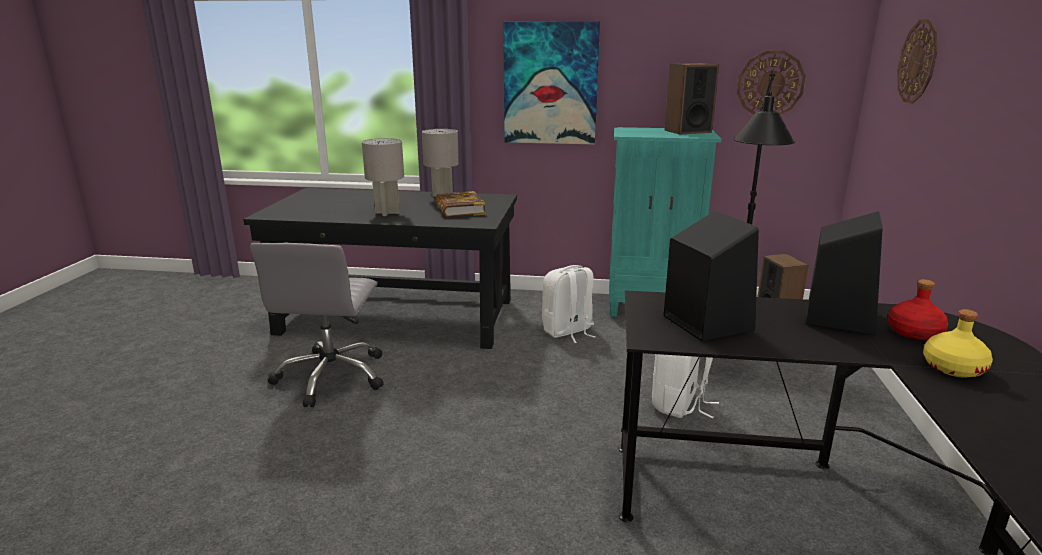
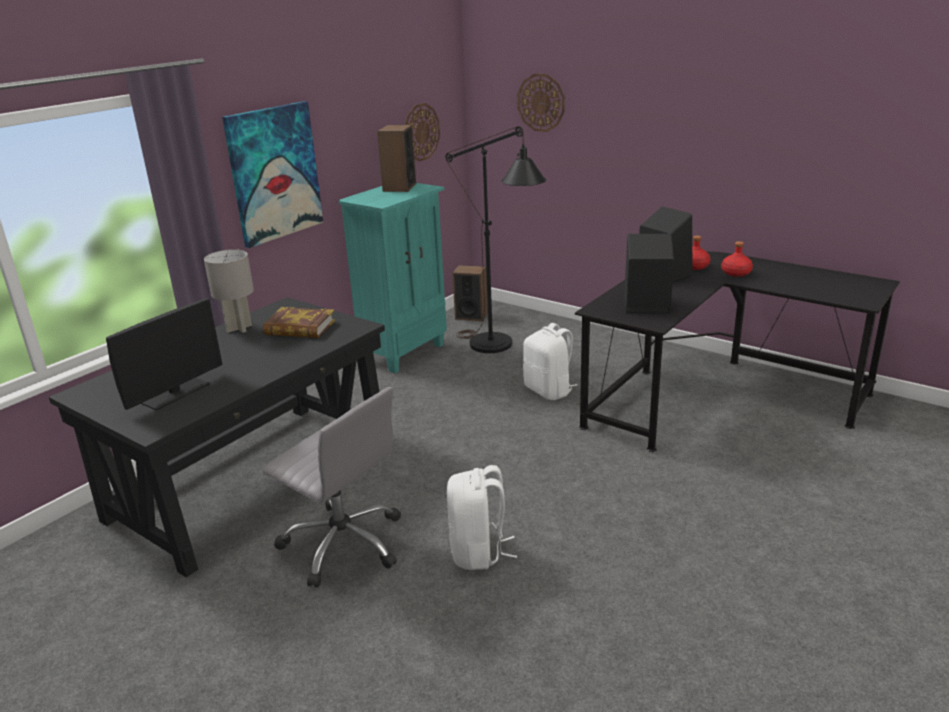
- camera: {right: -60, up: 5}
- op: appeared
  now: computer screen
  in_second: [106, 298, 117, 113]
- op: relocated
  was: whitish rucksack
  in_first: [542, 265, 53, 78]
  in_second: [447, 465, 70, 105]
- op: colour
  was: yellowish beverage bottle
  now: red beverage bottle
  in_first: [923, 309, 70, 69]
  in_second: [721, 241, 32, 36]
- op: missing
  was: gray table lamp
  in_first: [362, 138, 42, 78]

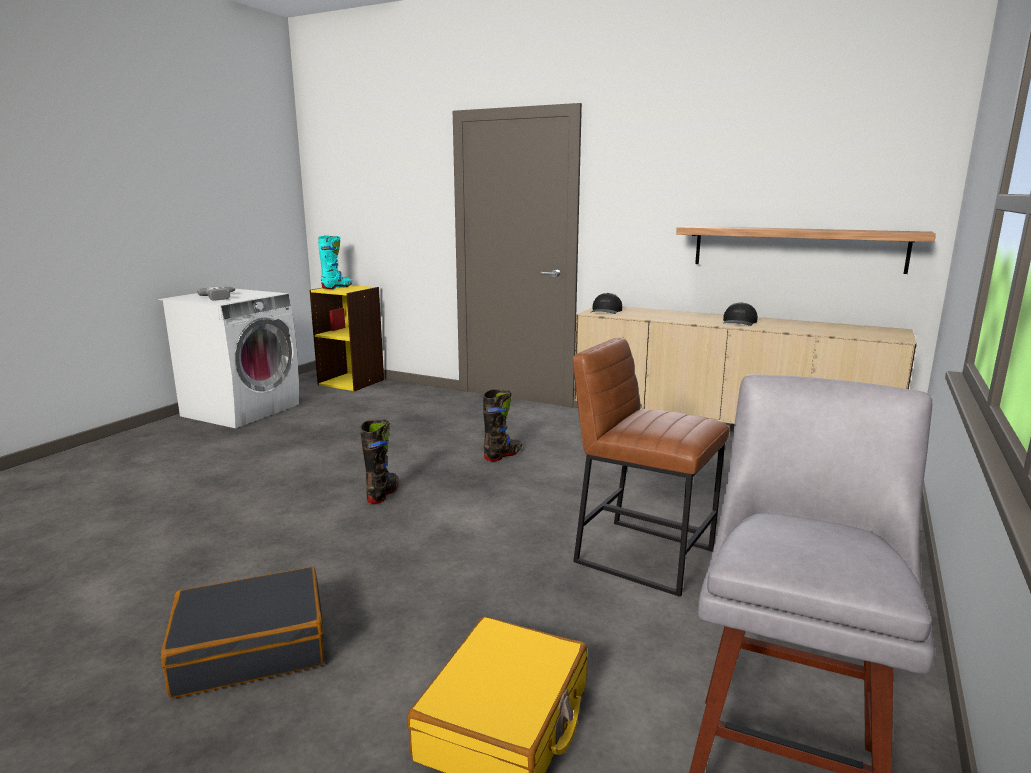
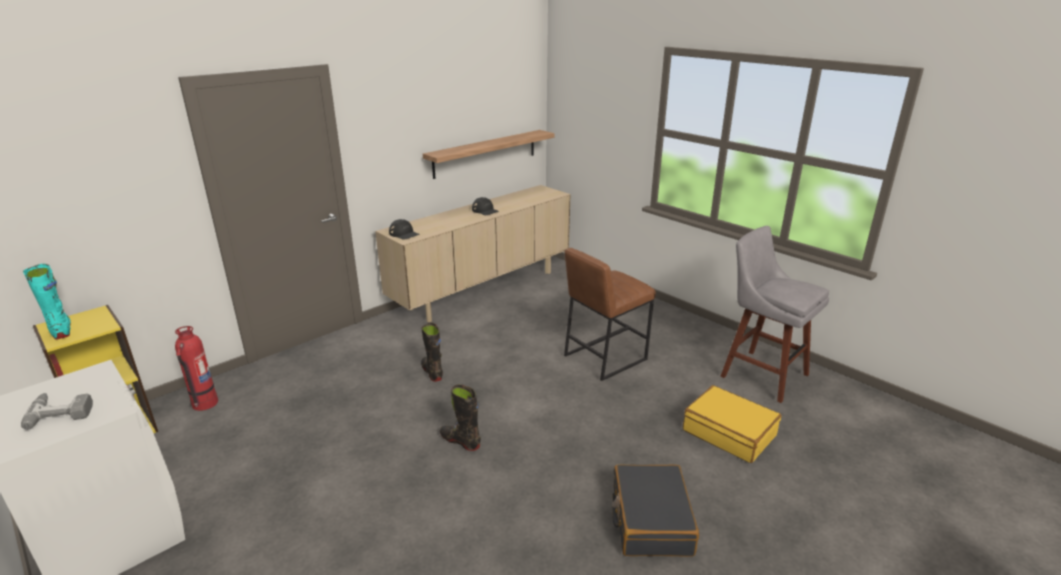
- camera: {right: -70, up: 10}
- op: appeared
  now: fire-fighting cylinder
  in_second: [175, 326, 43, 85]

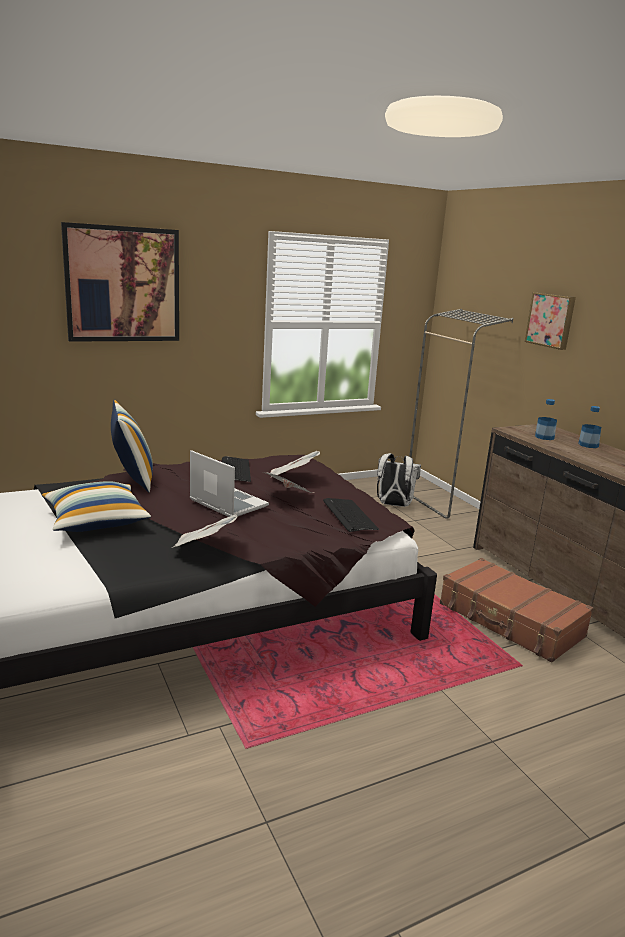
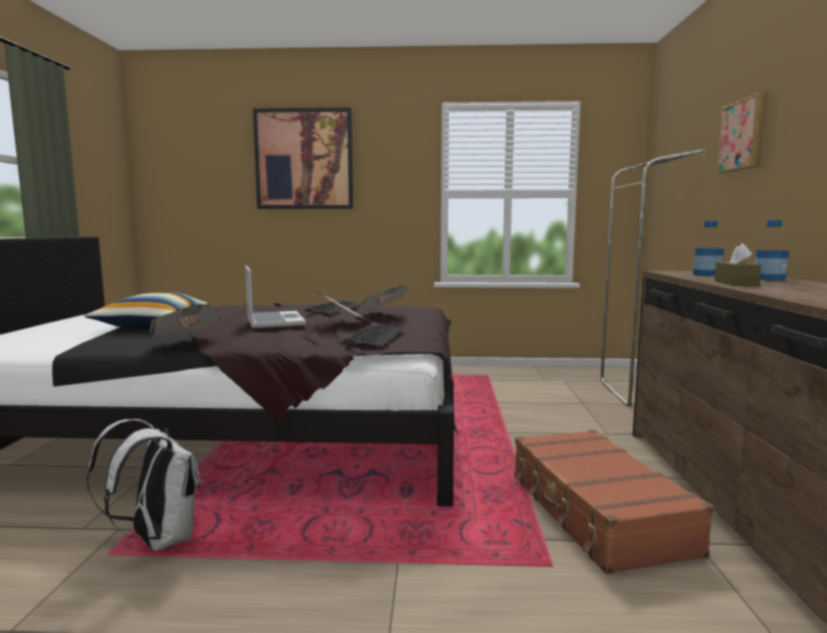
- camera: {right: 30, up: -10}
- op: relocated
  was: whitish rucksack
  in_first: [377, 453, 44, 54]
  in_second: [87, 419, 114, 132]
- op: appeared
  now: brown tissue box
  in_second: [715, 243, 47, 43]
- op: missing
  was: pillow
  in_first: [111, 400, 42, 92]

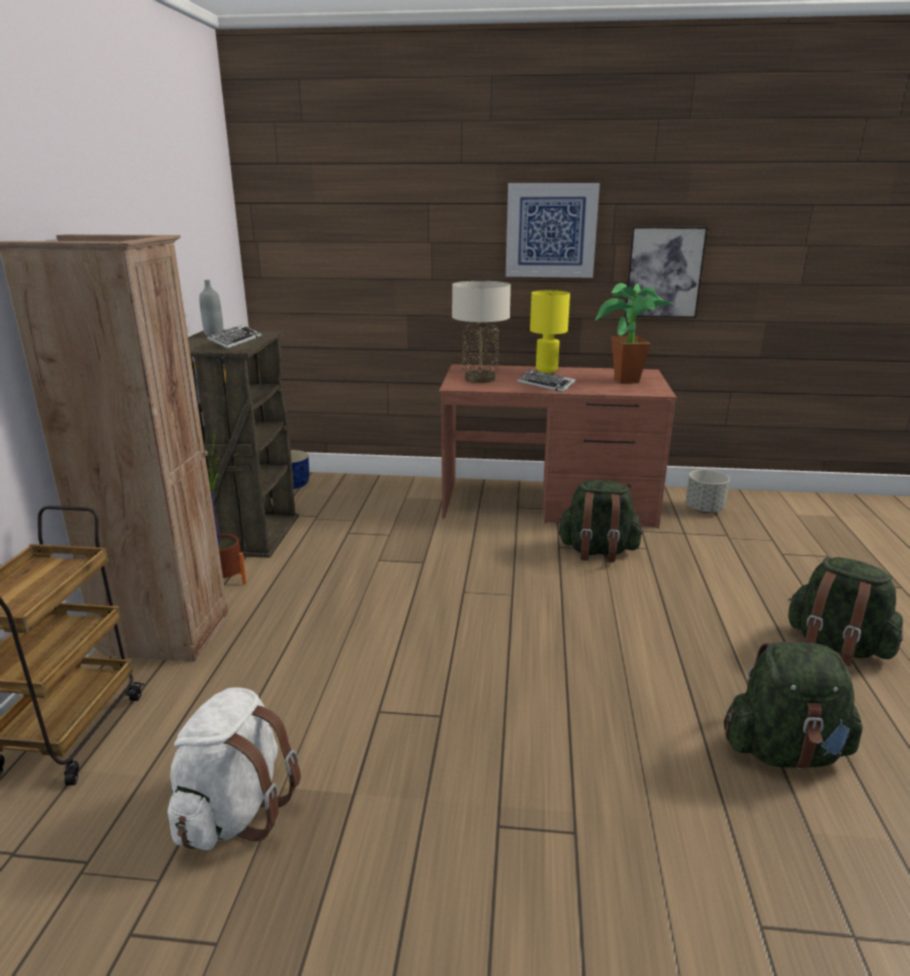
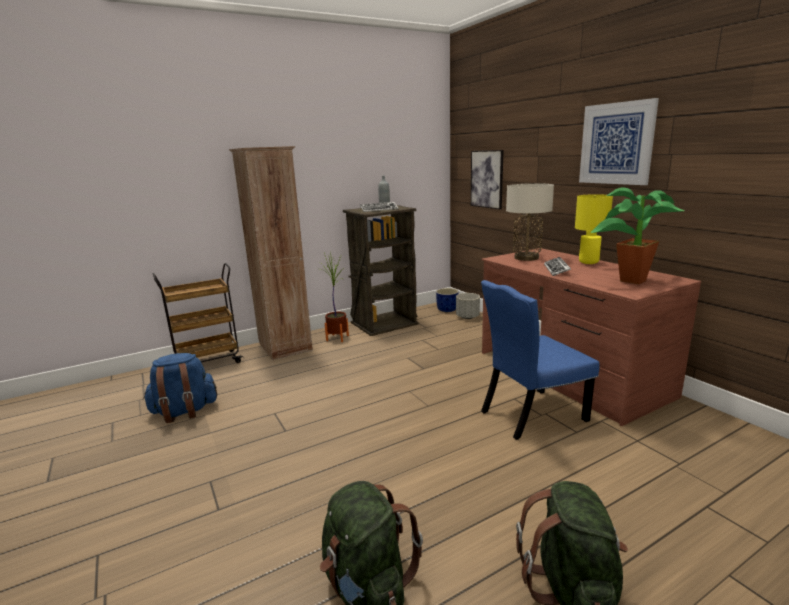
- camera: {right: 55, up: -5}
- op: colour
  was: whitish rucksack
  now: bluish rucksack
  in_first: [168, 687, 133, 163]
  in_second: [143, 353, 74, 70]
- op: relocated
  was: gray flower pot
  in_first: [686, 470, 44, 43]
  in_second: [456, 293, 24, 26]
- op: relocated
  was: picture
  in_first: [624, 226, 84, 92]
  in_second: [471, 150, 33, 59]
- op: exchanged
  was: greenish rucksack
  now: bluish upright chair
  in_first: [557, 480, 85, 82]
  in_second: [481, 280, 119, 160]

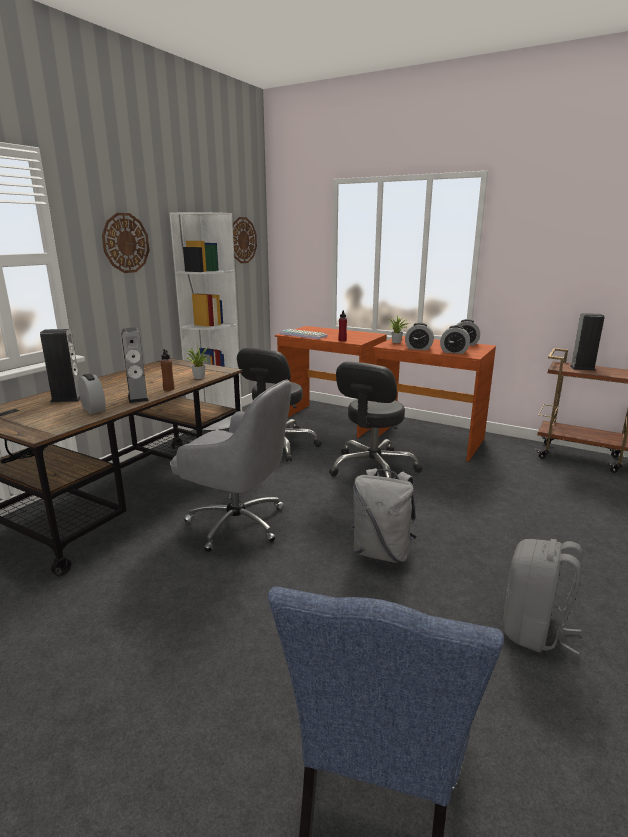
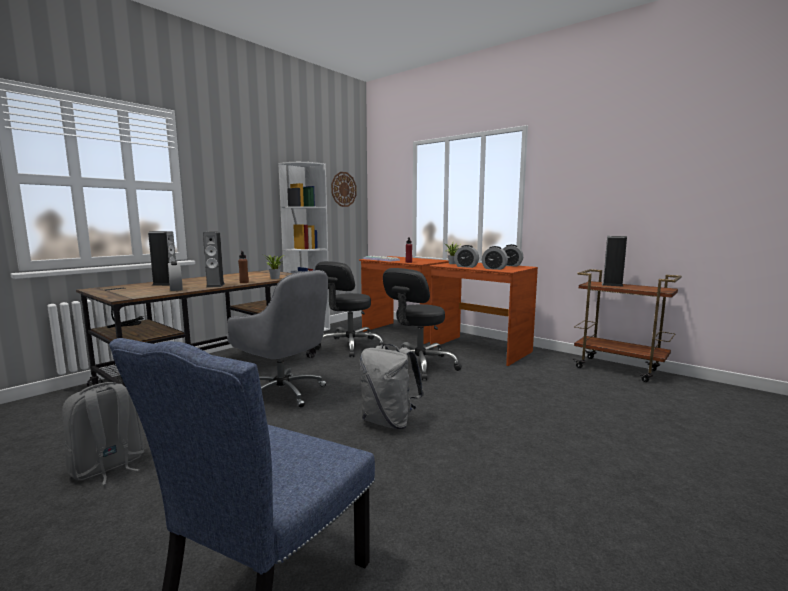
- camera: {right: 10, up: -10}
- op: relocated
  was: gray rucksack
  in_first: [503, 539, 80, 116]
  in_second: [62, 382, 82, 103]
- op: missing
  was: hanging clock
  in_first: [102, 213, 47, 60]

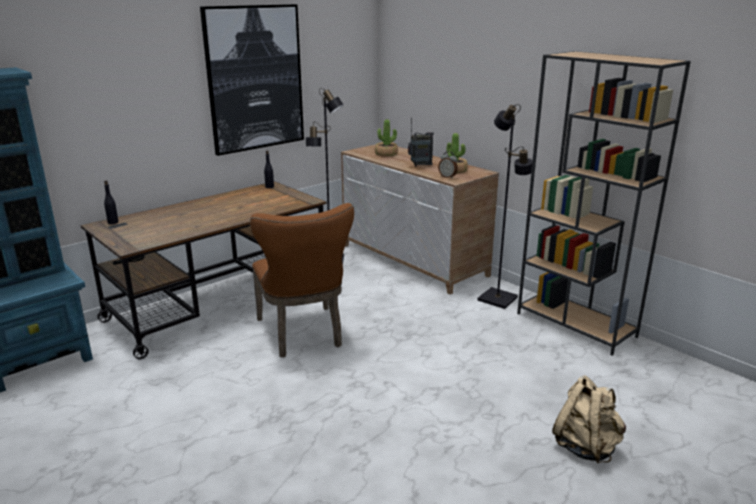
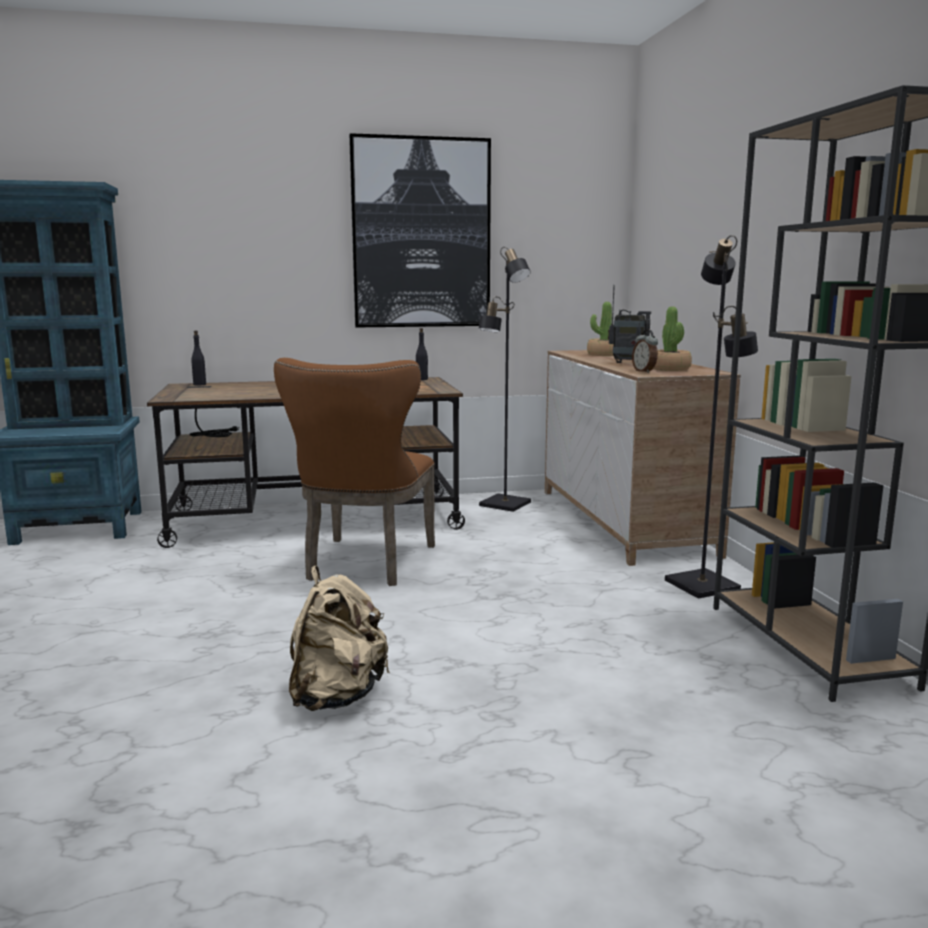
- camera: {right: 30, up: -10}
- op: relocated
  was: sand-coloured rucksack
  in_first: [552, 376, 74, 87]
  in_second: [289, 566, 101, 145]

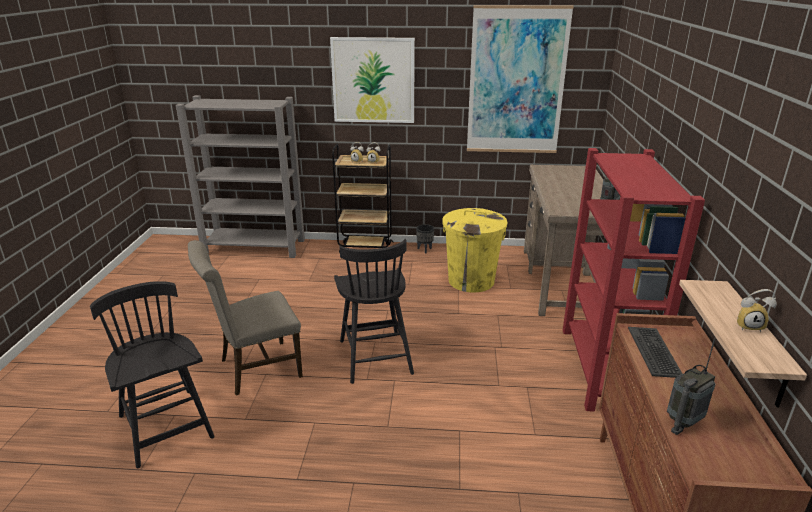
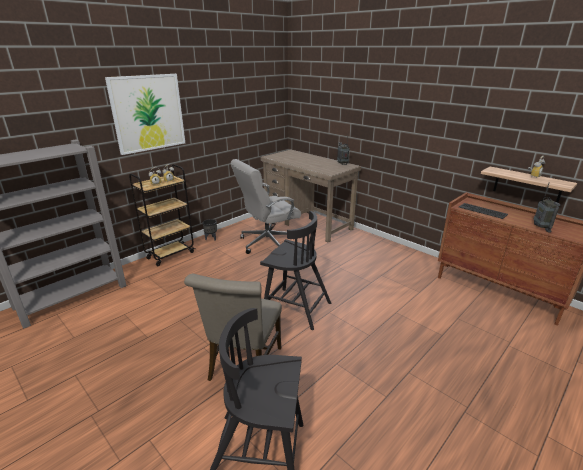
- camera: {right: -50, up: 0}
- op: exchanged
  was: yellowish waste bin
  now: gray office chair
  in_first: [442, 208, 65, 84]
  in_second: [231, 159, 70, 95]
- op: missing
  was: picture
  in_first: [467, 5, 107, 148]
- op: missing
  was: red shelving unit
  in_first: [563, 148, 142, 264]

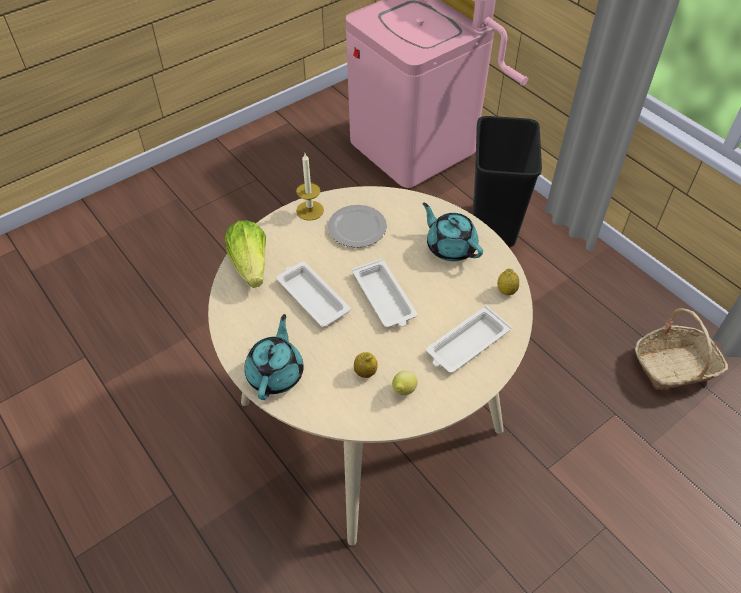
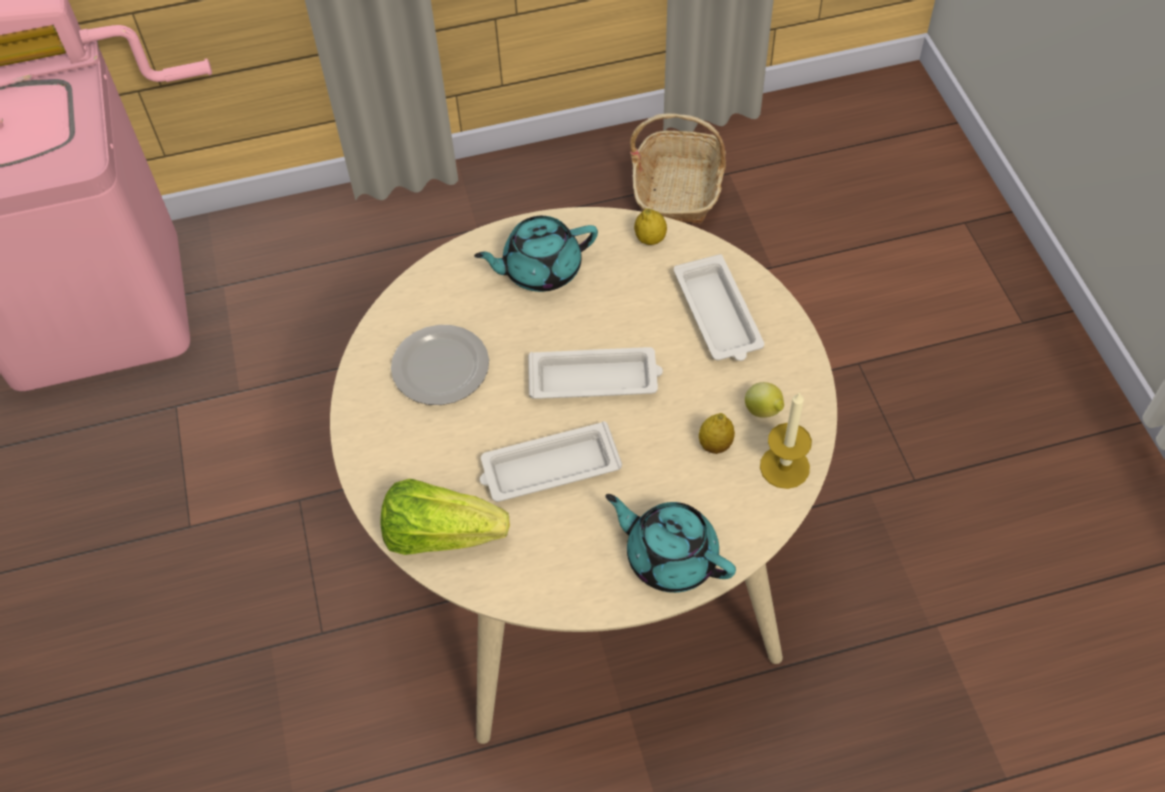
- camera: {right: -65, up: 5}
- op: relocated
  was: wax light
  in_first: [296, 154, 28, 67]
  in_second: [760, 391, 52, 98]
- op: missing
  was: black waste bin
  in_first: [473, 116, 69, 131]

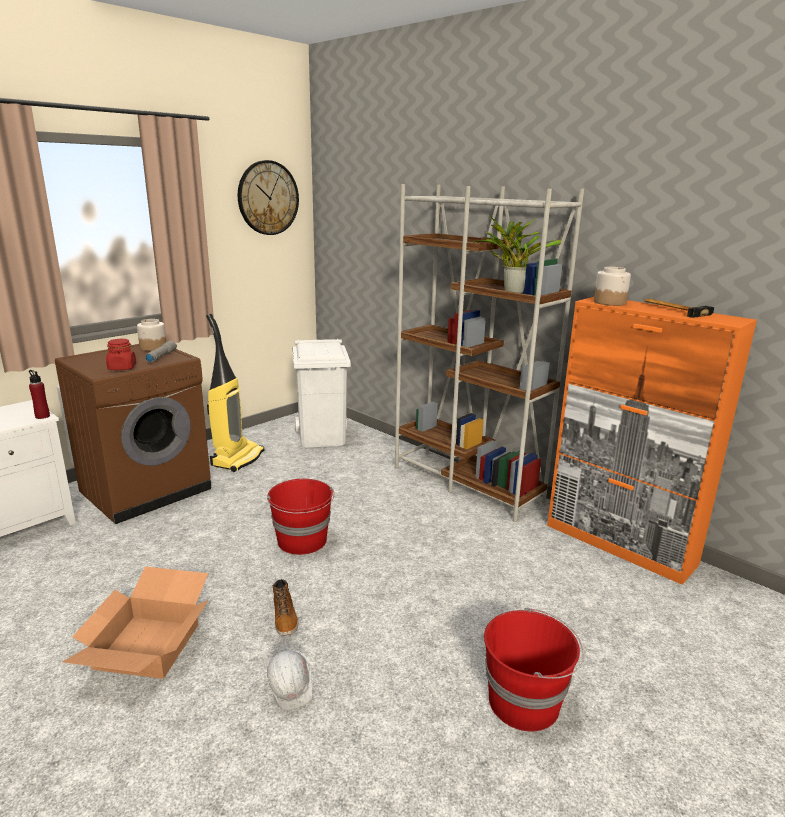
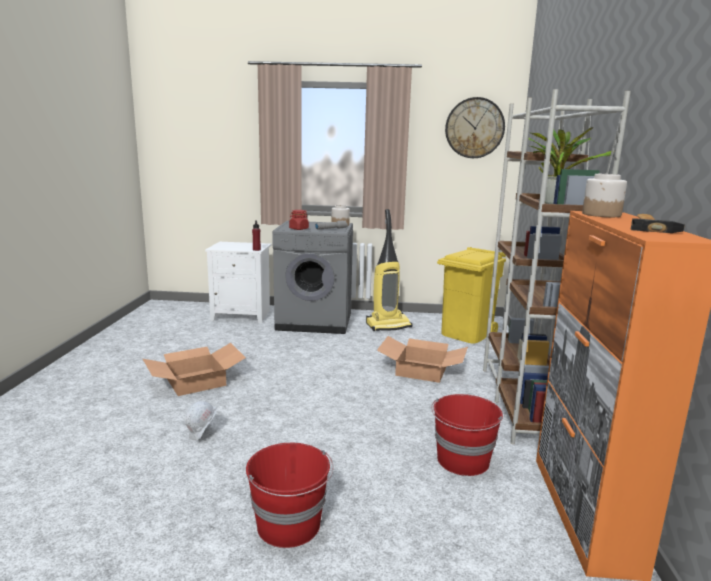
- camera: {right: 50, up: -5}
- op: colour
  was: brown laundry machine
  now: gray laundry machine
  in_first: [55, 344, 157, 180]
  in_second: [272, 221, 81, 113]
- op: appeared
  now: carton
  in_second: [377, 336, 91, 47]
- op: relocated
  was: red pail
  in_first: [267, 479, 68, 76]
  in_second: [431, 394, 72, 82]
- op: colour
  was: whitish waste bin
  now: yellowish waste bin
  in_first: [292, 339, 59, 108]
  in_second: [437, 247, 69, 96]
- op: missing
  was: high-top boot
  in_first: [273, 579, 25, 56]

